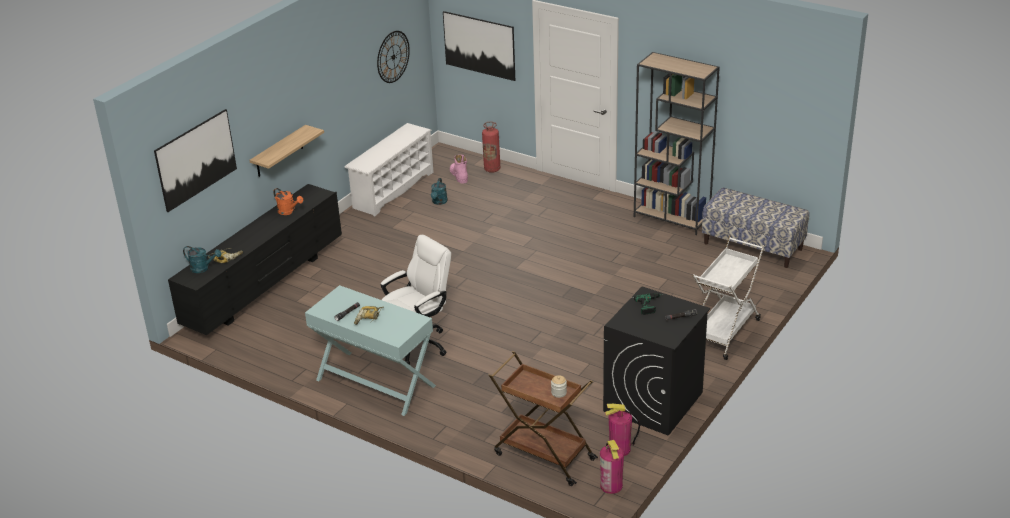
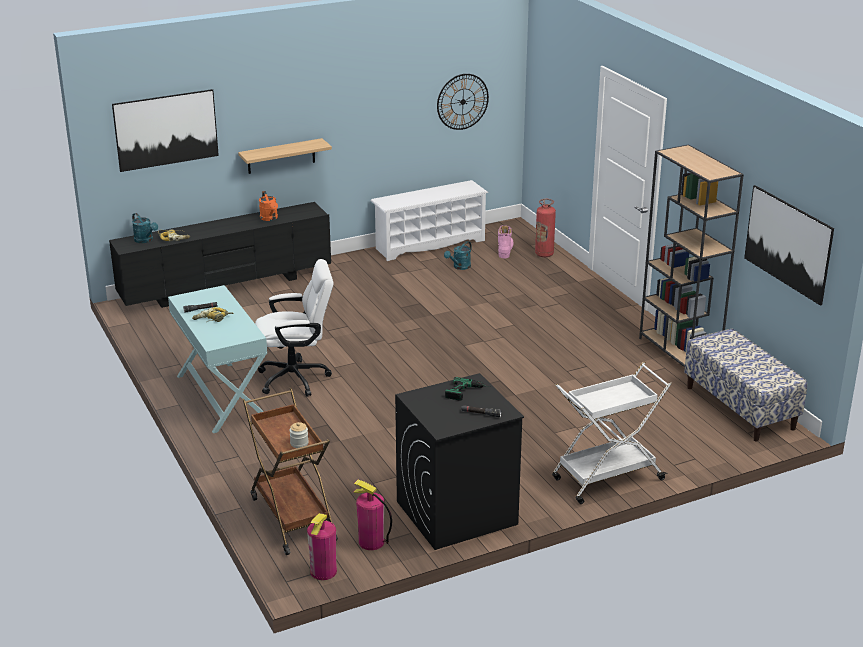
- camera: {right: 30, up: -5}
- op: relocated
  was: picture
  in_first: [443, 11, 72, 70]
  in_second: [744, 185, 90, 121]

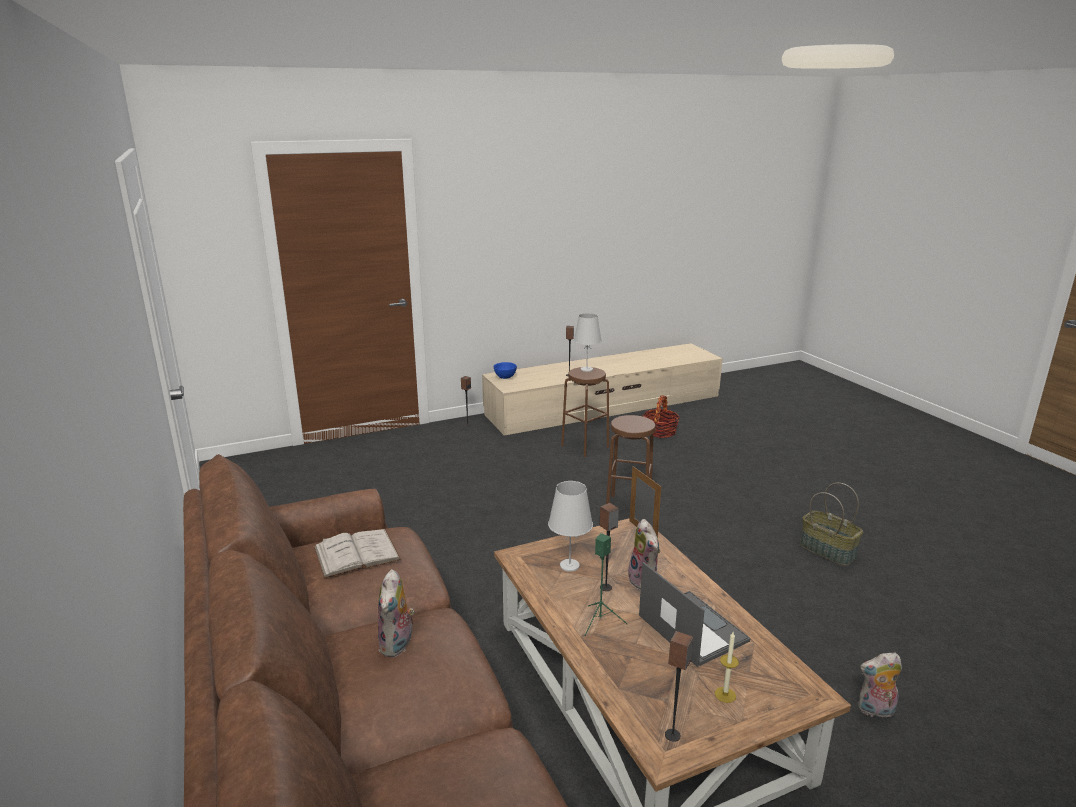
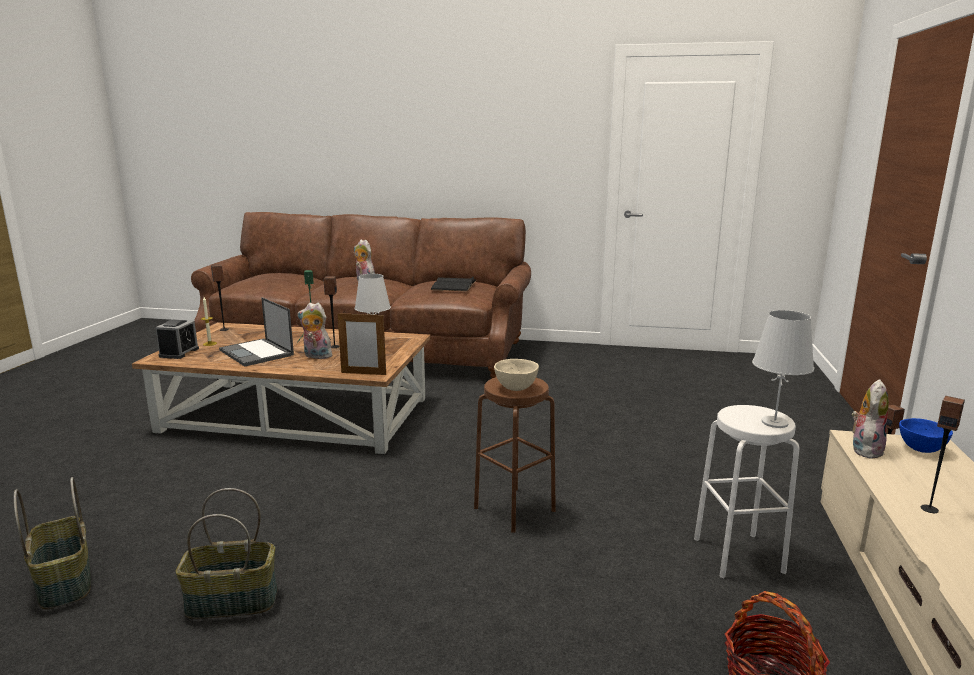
- camera: {right: 125, up: -5}
- op: appeared
  now: basket
  in_second: [14, 477, 77, 132]
- op: appeared
  now: table clock
  in_second: [155, 320, 44, 39]
- op: spun
  was: laptop
  in_first: [639, 562, 112, 105]
  in_second: [219, 297, 75, 69]
  clockwise: 45
- op: colour
  was: whitish volume
  now: black volume
  in_first: [314, 529, 87, 49]
  in_second: [430, 277, 47, 15]
- op: appeared
  now: sand-coloured deep dish
  in_second: [494, 359, 45, 32]
- op: colour
  was: brown stool seat
  now: whitish stool seat
  in_first: [561, 367, 48, 90]
  in_second: [694, 405, 105, 174]
- op: relocated
  was: cuddly toy
  in_first: [858, 653, 44, 65]
  in_second: [852, 379, 37, 80]

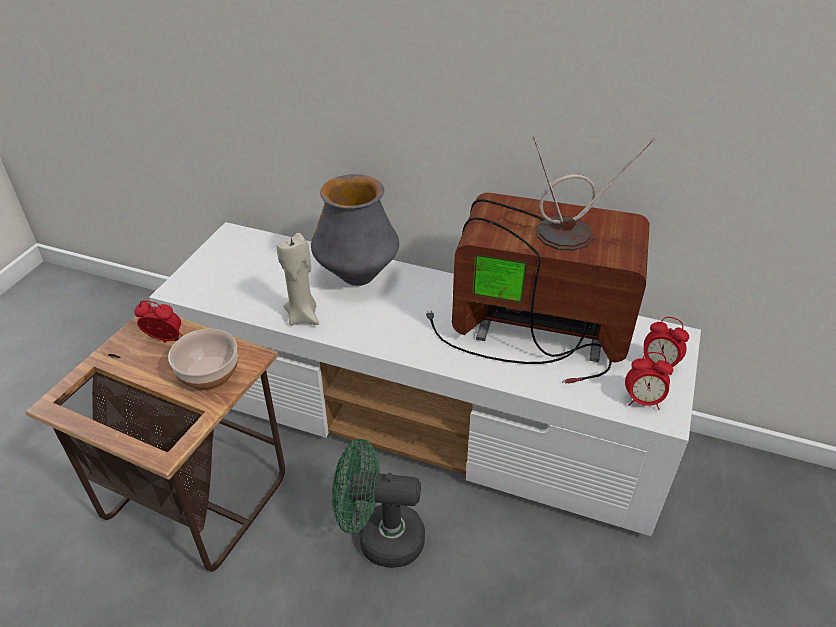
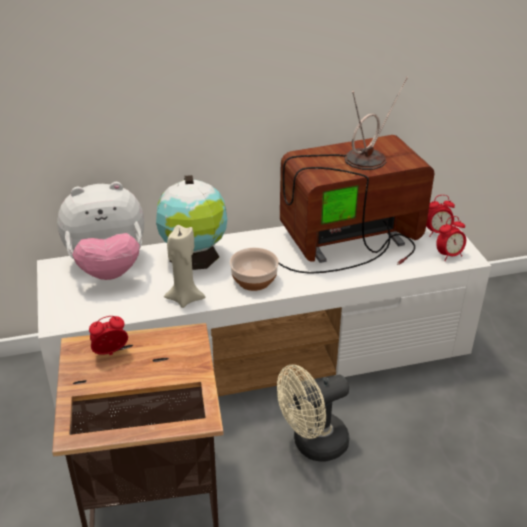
- camera: {right: -35, up: -5}
- op: appeared
  now: cuddly toy
  in_second: [57, 182, 87, 98]
- op: exchanged
  was: decorative vase
  now: world globe
  in_first: [311, 174, 88, 112]
  in_second: [156, 175, 71, 95]
- op: relocated
  was: deep dish
  in_first: [168, 329, 70, 61]
  in_second: [230, 248, 49, 43]
- op: colour
  was: greenish fan
  now: sand-coloured fan
  in_first: [332, 439, 93, 129]
  in_second: [277, 365, 72, 97]

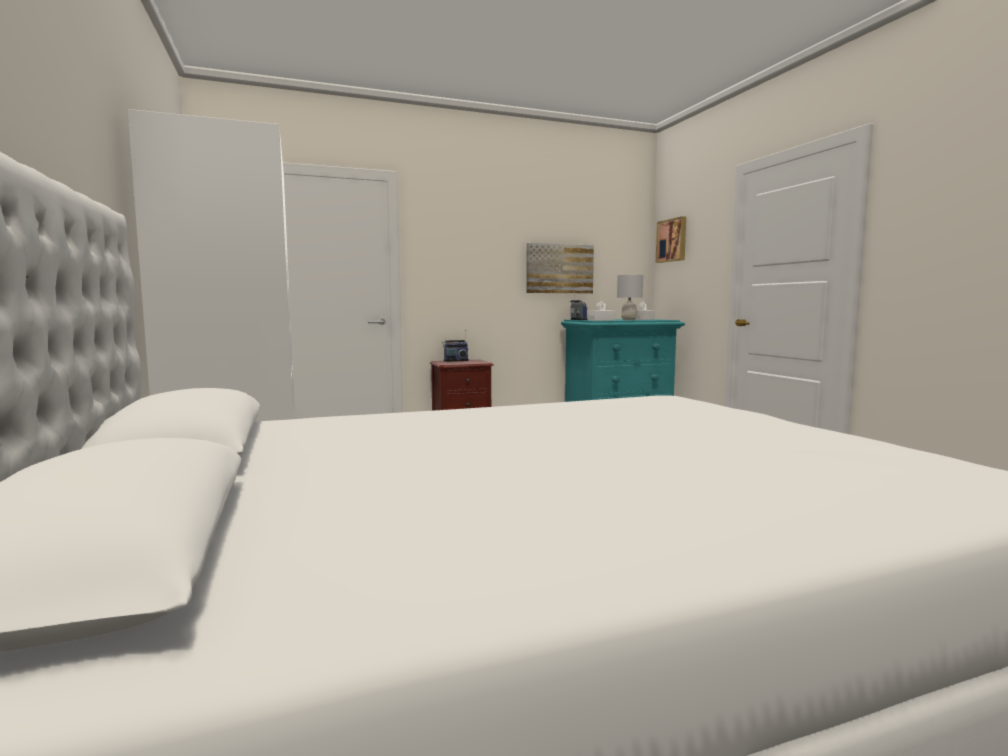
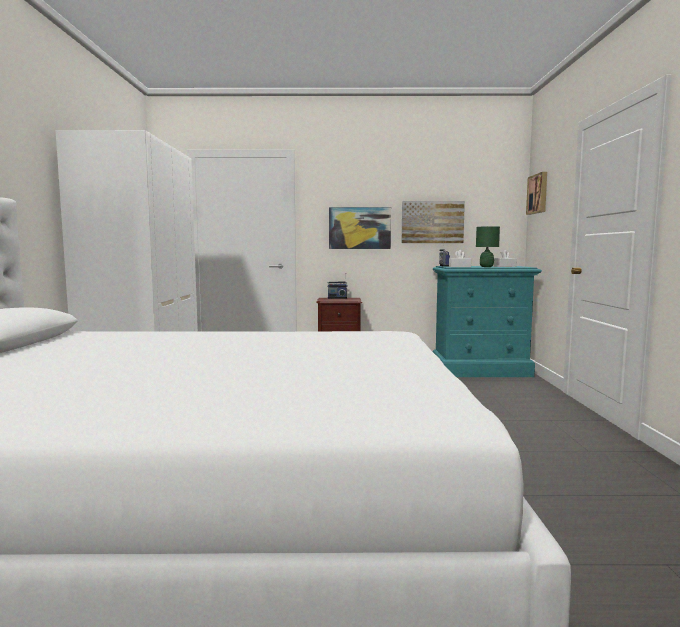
- camera: {right: 20, up: 0}
- op: appeared
  now: picture
  in_second: [329, 207, 62, 42]
- op: colour
  was: gray table lamp
  now: greenish table lamp
  in_first: [617, 274, 26, 46]
  in_second: [476, 226, 24, 41]

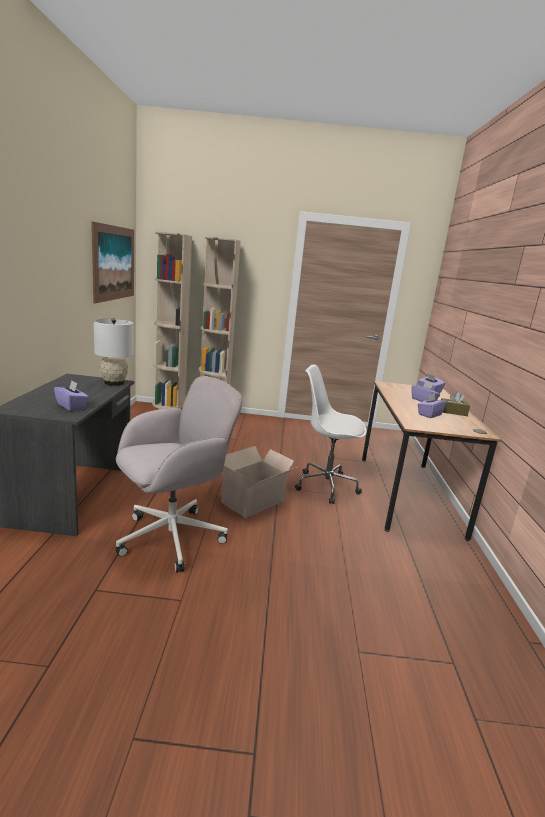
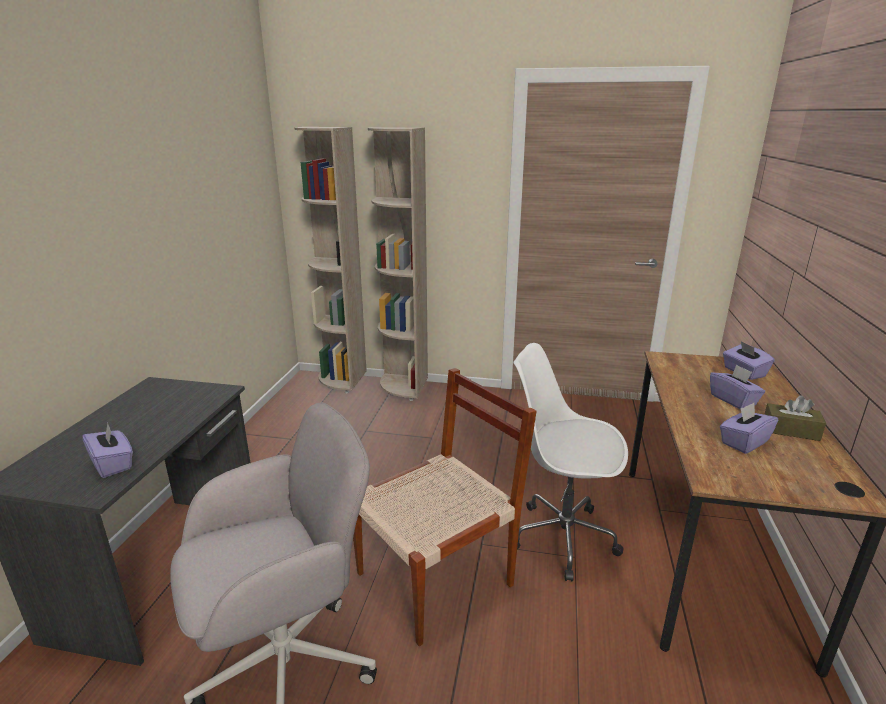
- camera: {right: 10, up: 5}
- op: exchanged
  was: carton
  now: upright chair
  in_first: [221, 446, 76, 72]
  in_second: [353, 368, 184, 278]
- op: missing
  was: picture
  in_first: [91, 221, 43, 82]
- op: missing
  was: whitish table lamp
  in_first: [94, 318, 39, 68]

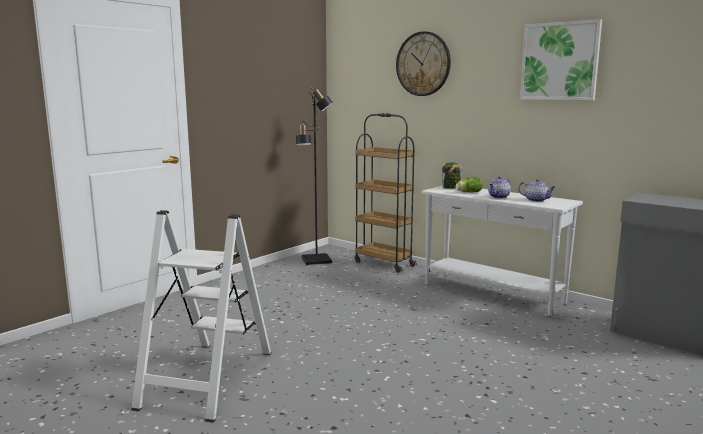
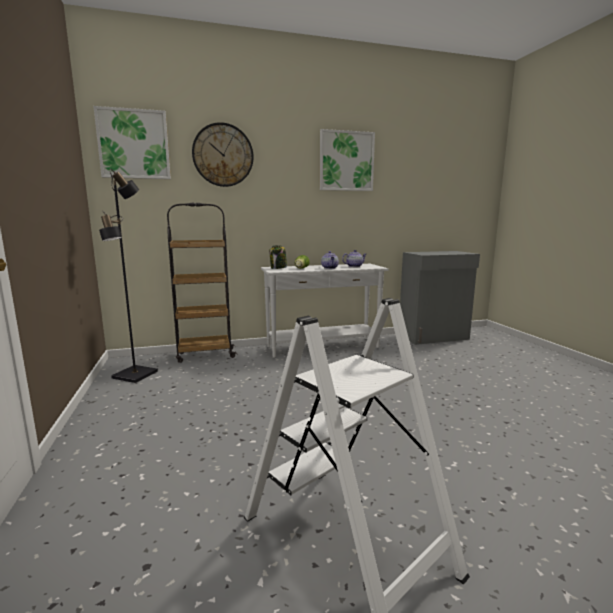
- camera: {right: -55, up: 0}
- op: appeared
  now: picture
  in_second: [93, 106, 78, 73]

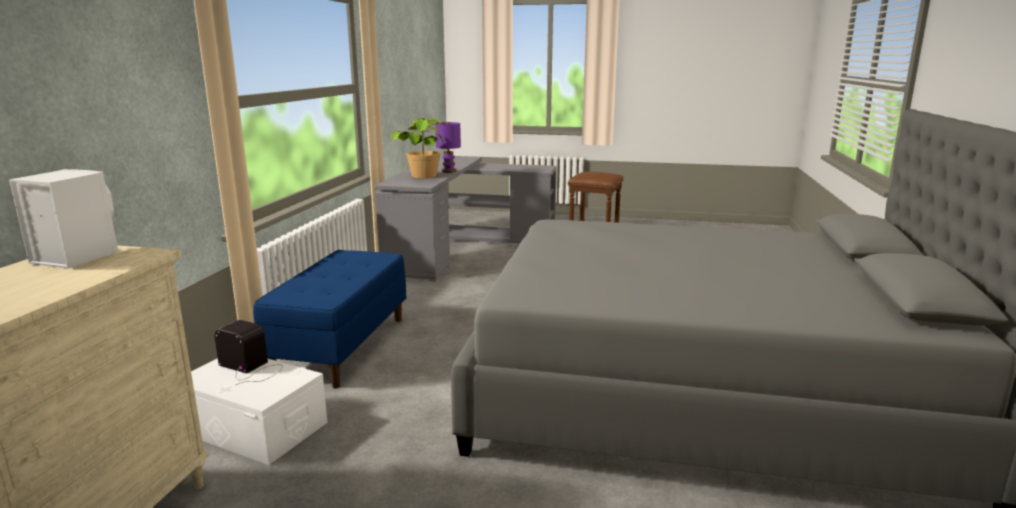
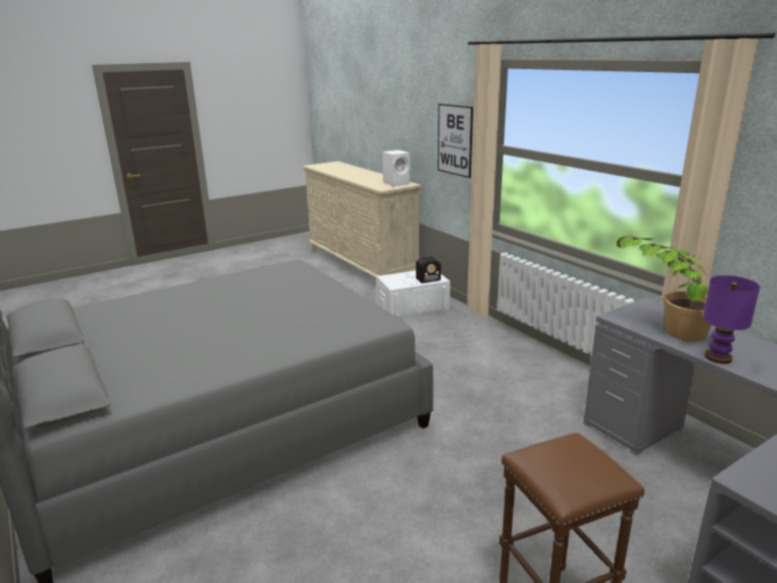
- camera: {right: 135, up: 5}
- op: appeared
  now: picture
  in_second: [438, 104, 35, 74]
- op: missing
  was: bluish long seat
  in_first: [253, 250, 153, 138]

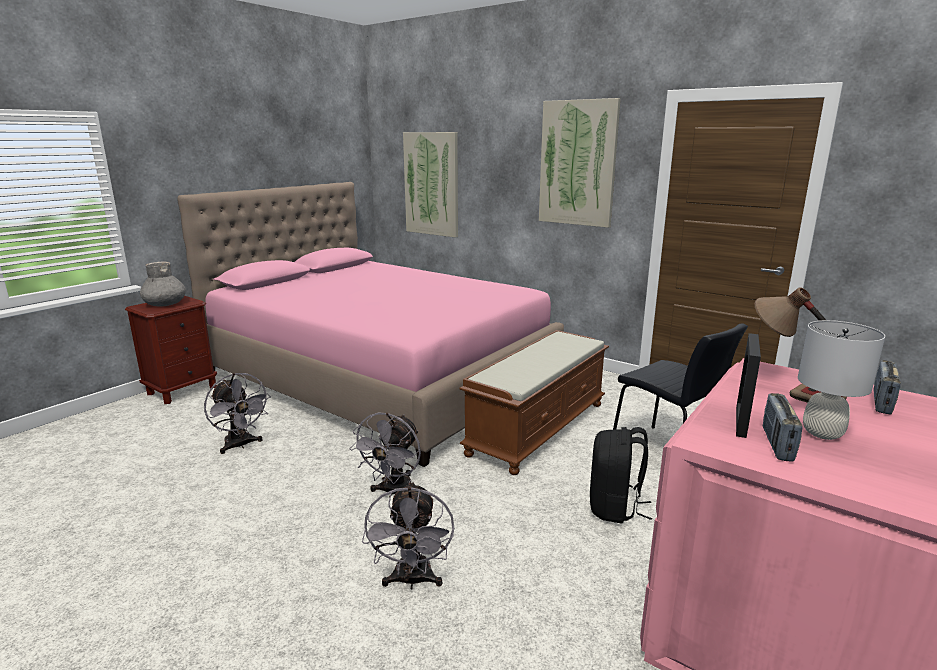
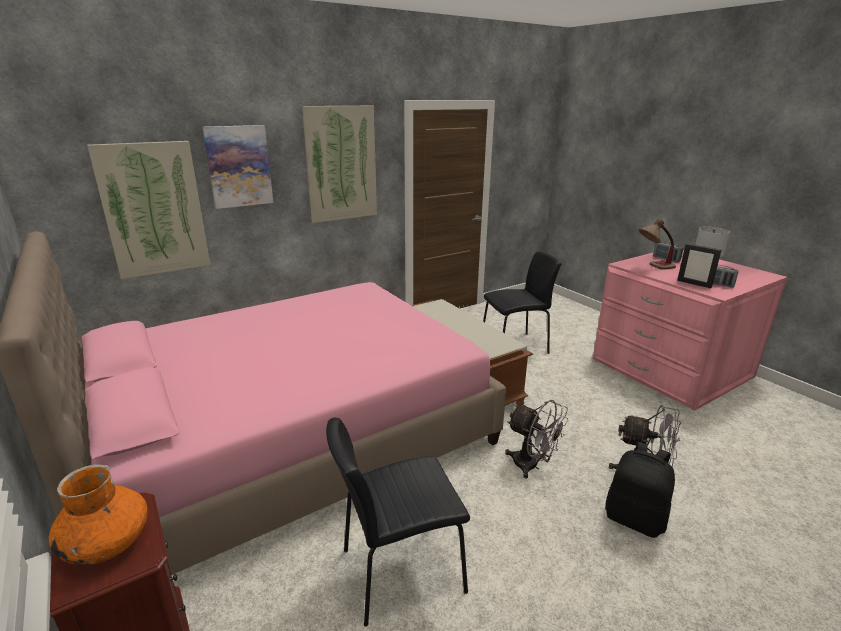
- camera: {right: -70, up: 5}
- op: colour
  was: gray decorative vase
  now: orangey decorative vase
  in_first: [140, 261, 46, 46]
  in_second: [49, 464, 98, 101]
- op: appeared
  now: picture
  in_second: [202, 125, 71, 84]
- op: exchanged
  was: gray fan
  now: black upright chair
  in_first: [204, 373, 67, 81]
  in_second: [326, 418, 144, 209]
- op: relocated
  was: black rucksack
  in_first: [590, 427, 62, 96]
  in_second: [605, 442, 70, 96]

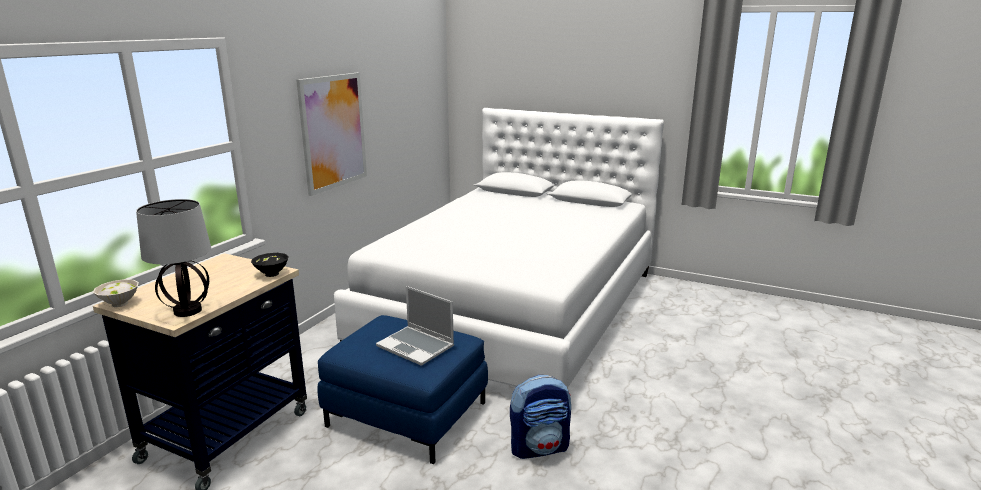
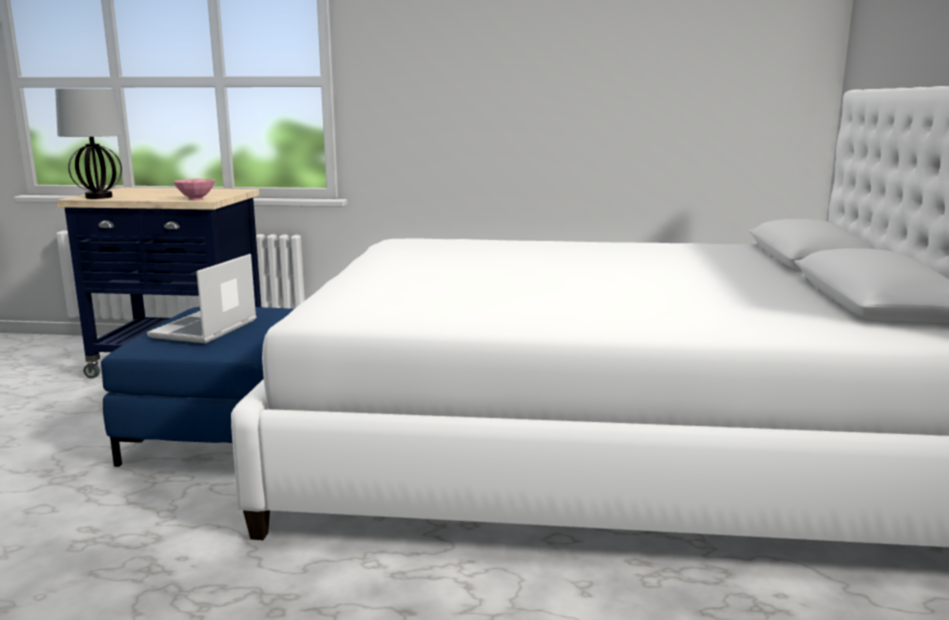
- camera: {right: 70, up: -5}
- op: colour
  was: black deep dish
  now: pink-coloured deep dish
  in_first: [251, 253, 38, 24]
  in_second: [173, 178, 43, 22]
- op: missing
  was: whitish deep dish
  in_first: [93, 279, 46, 28]
- op: missing
  was: picture
  in_first: [296, 73, 71, 123]
- op: missing
  was: rucksack
  in_first: [510, 375, 61, 84]

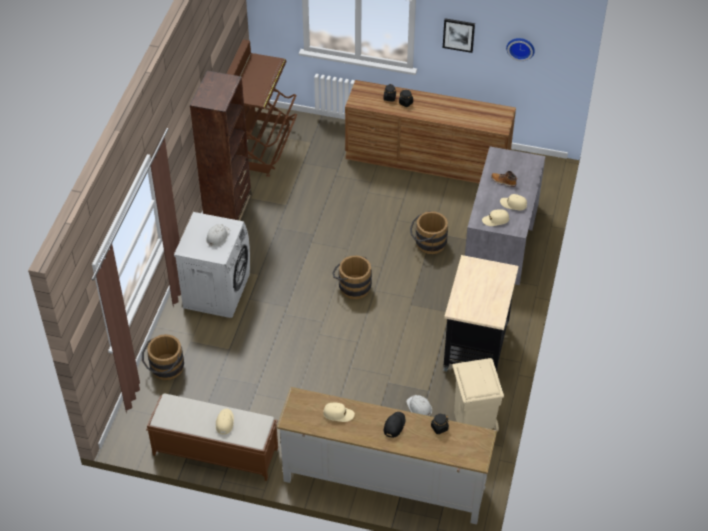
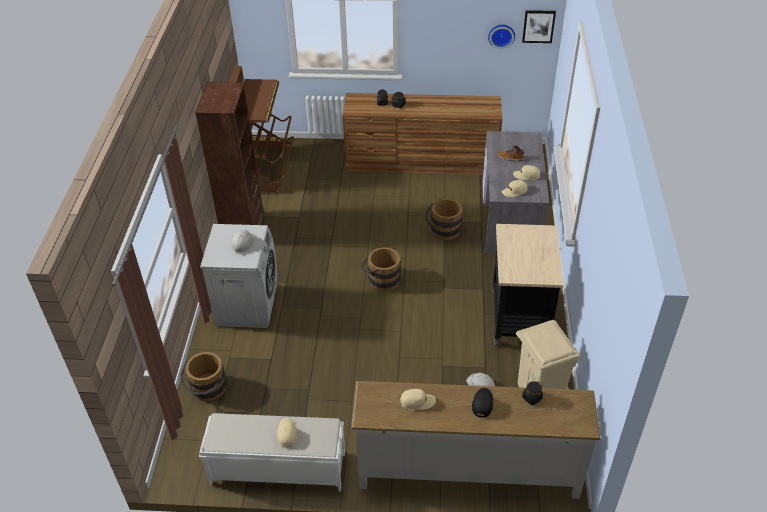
- camera: {right: -10, up: -5}
- op: colour
  was: brown long seat
  now: whitish long seat
  in_first: [146, 394, 132, 87]
  in_second: [199, 413, 146, 78]
- op: relocated
  was: picture
  in_first: [443, 18, 32, 35]
  in_second: [522, 10, 34, 33]

